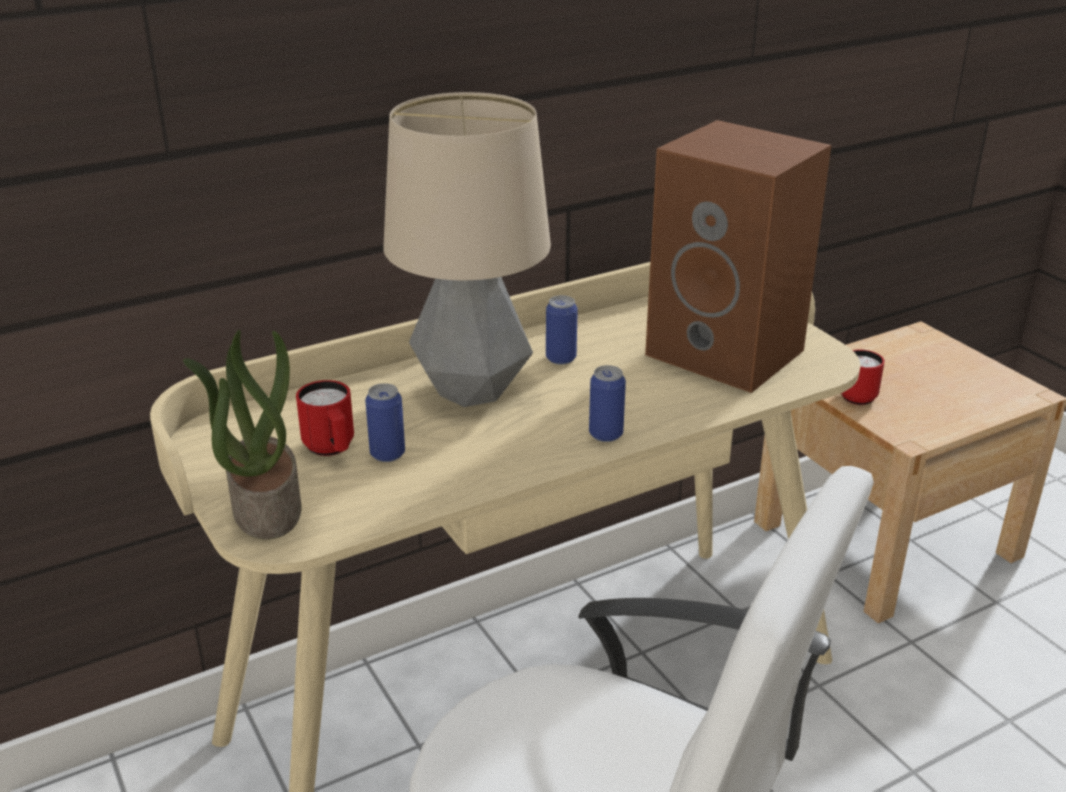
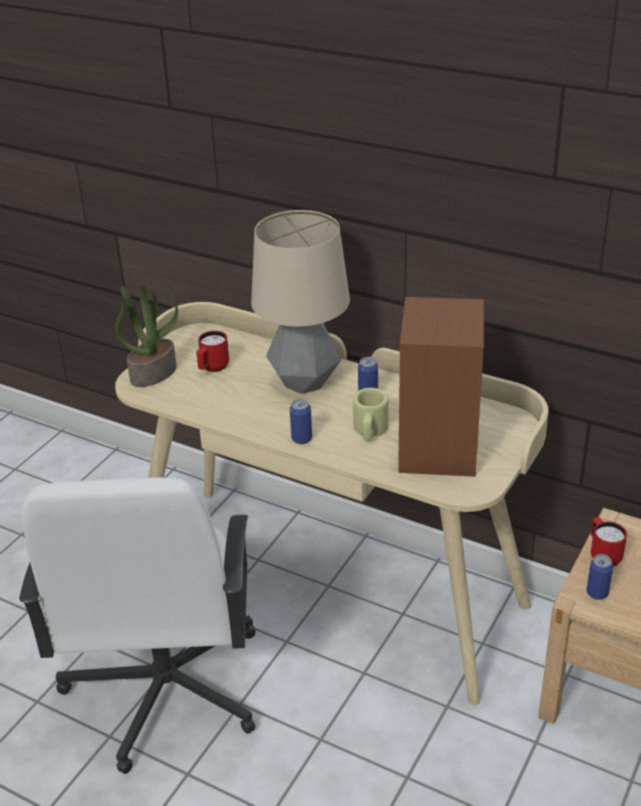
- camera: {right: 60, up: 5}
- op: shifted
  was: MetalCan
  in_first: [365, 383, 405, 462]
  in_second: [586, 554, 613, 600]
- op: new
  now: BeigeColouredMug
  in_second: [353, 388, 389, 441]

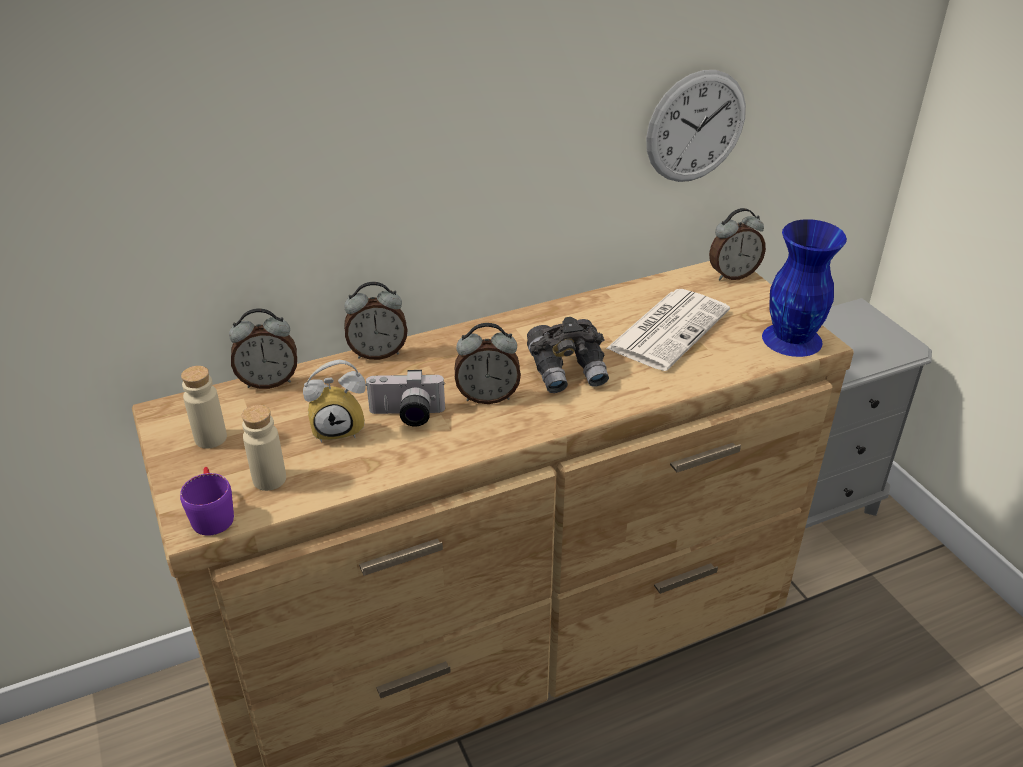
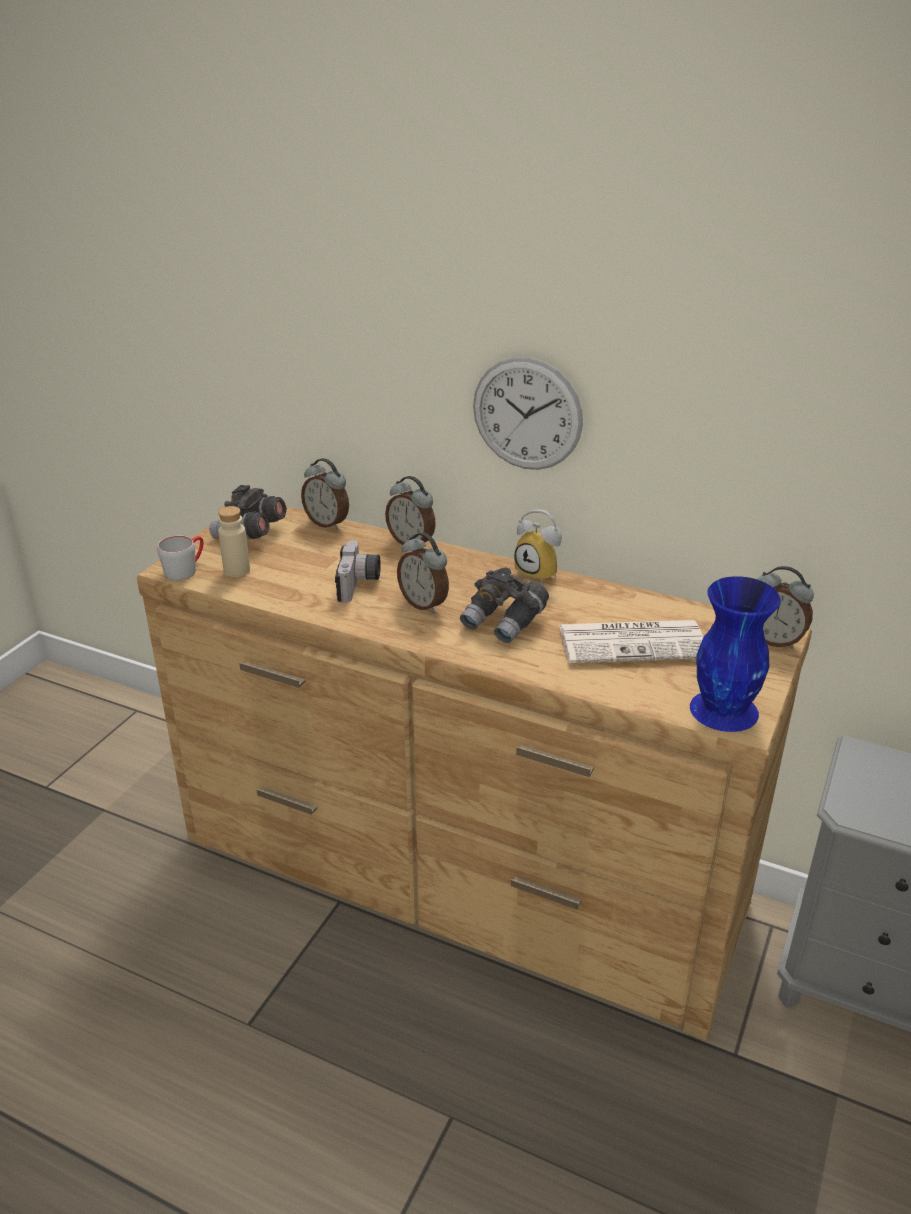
- camera: {right: 50, up: -5}
- op: shifted
  was: ClockOnTheWall
  in_first: [646, 70, 746, 182]
  in_second: [473, 357, 583, 470]
- op: shifted
  was: TableClock
  in_first: [303, 360, 366, 443]
  in_second: [514, 509, 562, 583]
- op: swapped
  was: BeigeColouredBottle
  now: GreyishFieldGlasses
  in_first: [181, 366, 227, 448]
  in_second: [209, 485, 287, 539]
- op: rotated
  was: PhotoCamera
  in_first: [366, 370, 445, 427]
  in_second: [335, 540, 381, 602]
  clockwise: -135
- op: repainted
  was: PurpleMug
  now: GreyishMug
  in_first: [180, 467, 234, 536]
  in_second: [157, 535, 203, 580]

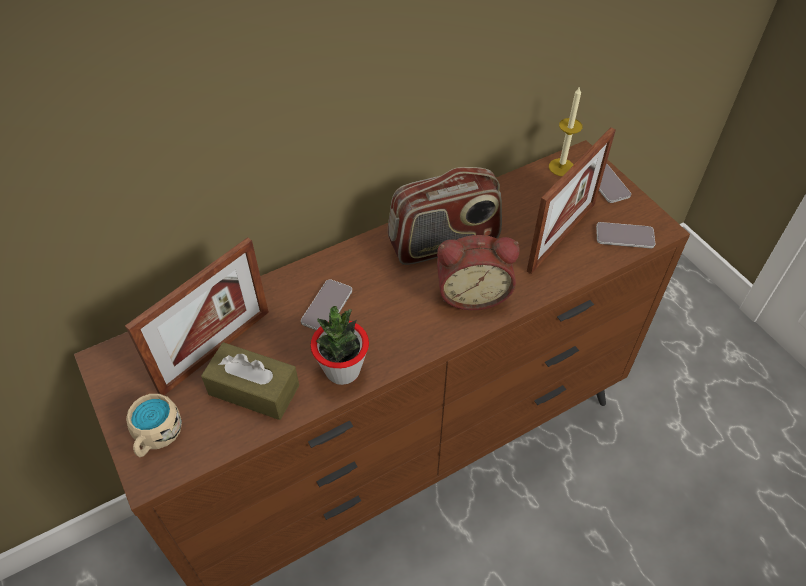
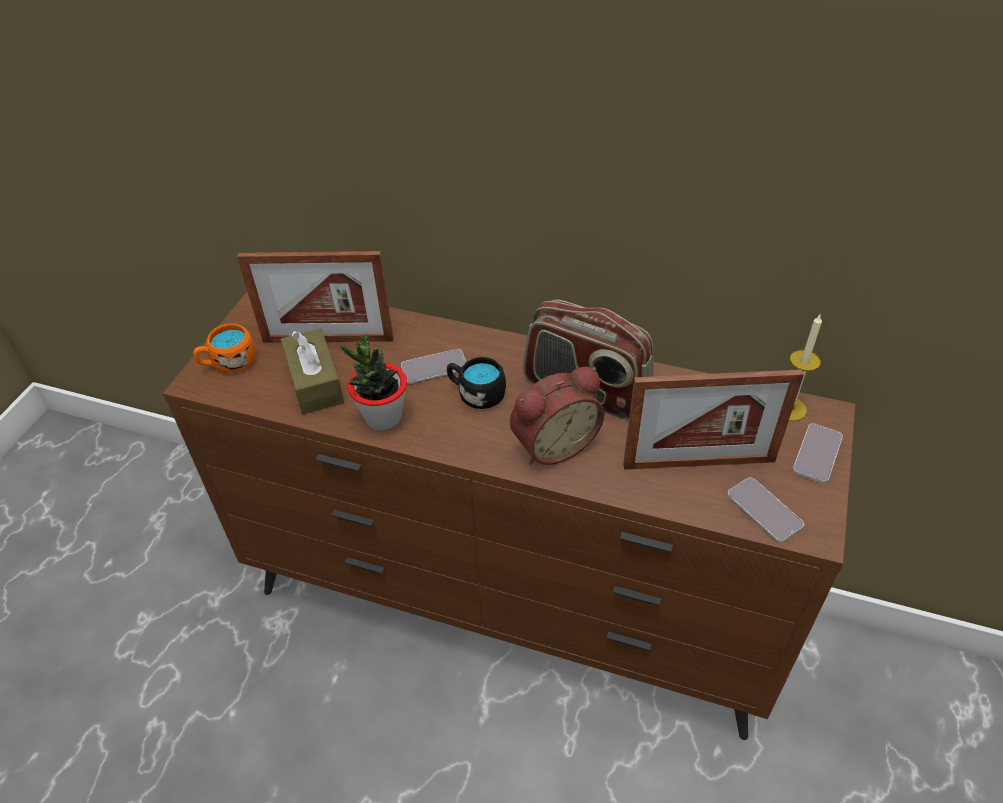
- camera: {right: 50, up: -5}
- op: rotated
  was: TableClock
  in_first: [437, 235, 519, 310]
  in_second: [510, 367, 604, 465]
  clockwise: -75
- op: repainted
  was: BeigeColouredMug
  now: OrangeMug
  in_first: [126, 394, 182, 457]
  in_second: [193, 324, 256, 373]
- op: new
  now: BlackishMug
  in_second: [447, 357, 506, 409]

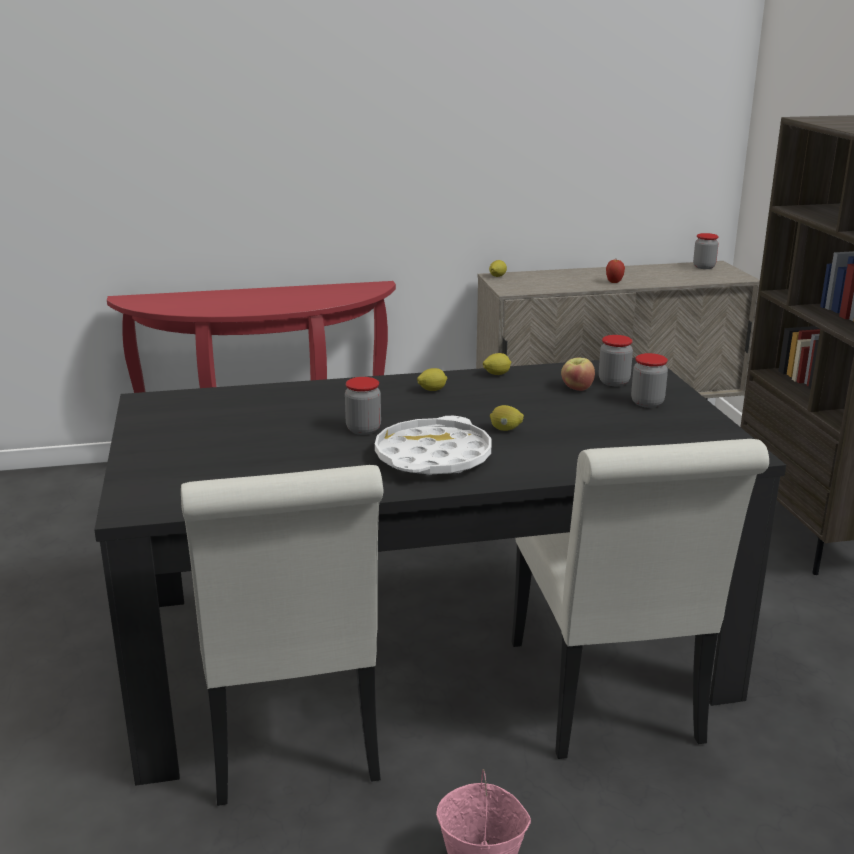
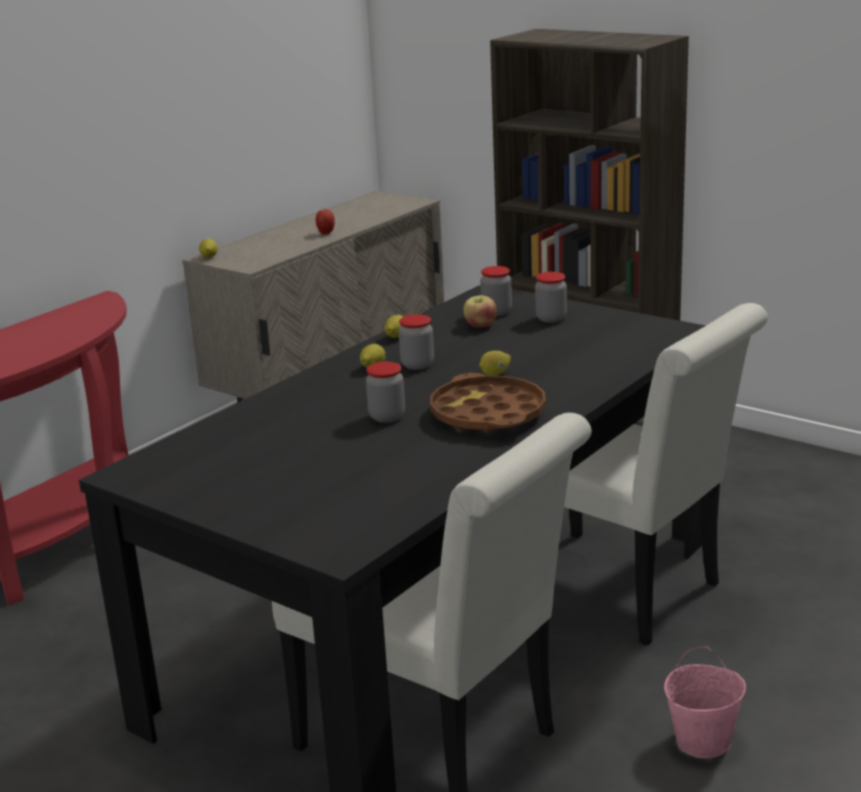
- camera: {right: -40, up: 0}
- op: shifted
  was: StorageJar
  in_first: [693, 233, 719, 269]
  in_second: [399, 314, 434, 370]
- op: repainted
  was: WhiteCarryingTray
  now: BrownishCarryingTray
  in_first: [375, 416, 491, 475]
  in_second: [430, 373, 546, 431]

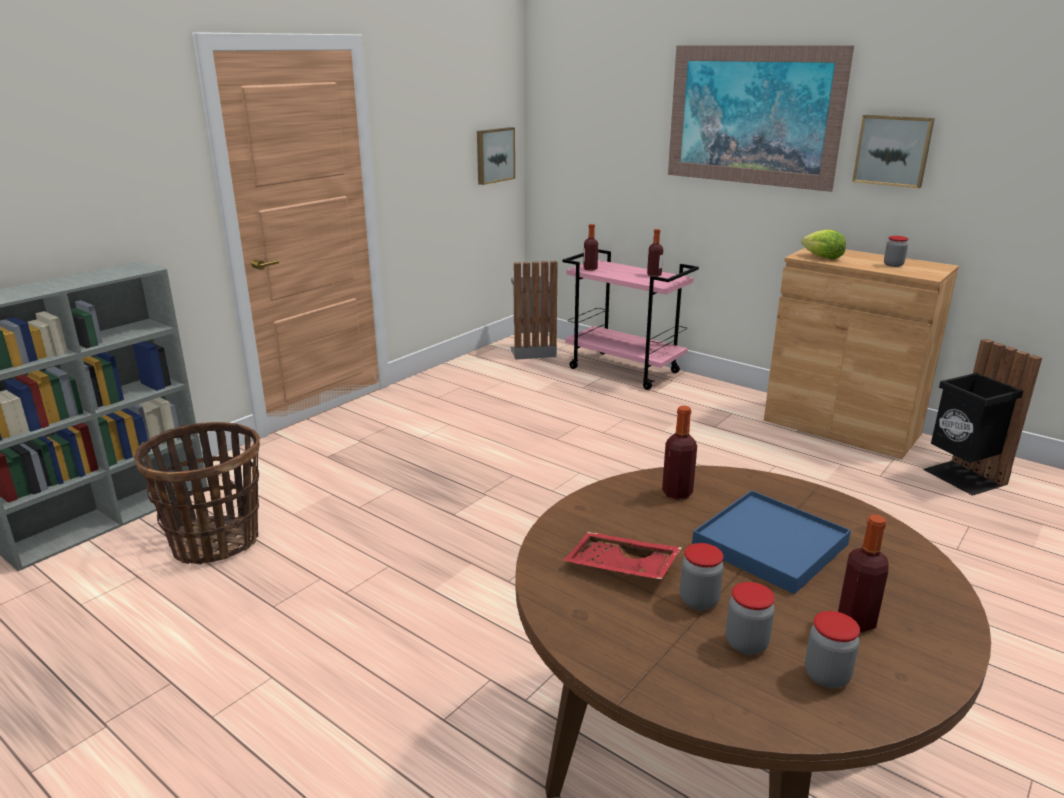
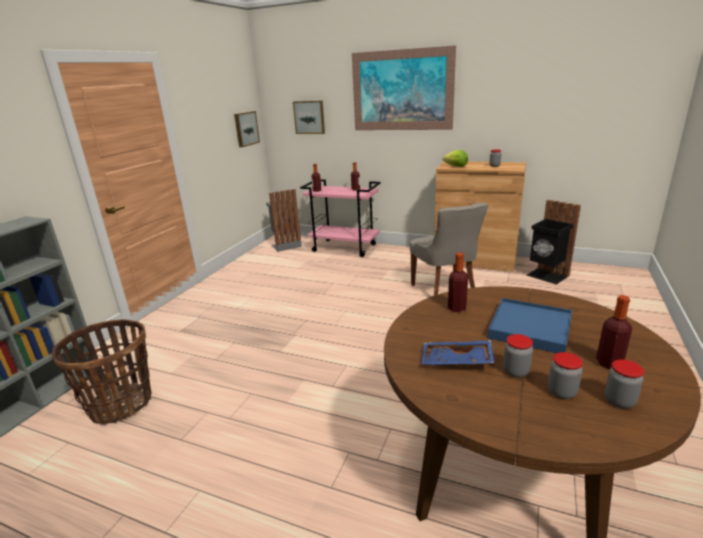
- camera: {right: -15, up: 0}
- op: shifted
  was: WallPicture
  in_first: [852, 115, 935, 188]
  in_second: [293, 100, 325, 134]
- op: repainted
  was: RedCarryingTray
  now: BlueColouredCarryingTray
  in_first: [563, 532, 682, 580]
  in_second: [421, 340, 494, 366]
- op: new
  now: GreyishPlainChair
  in_second: [410, 203, 489, 296]

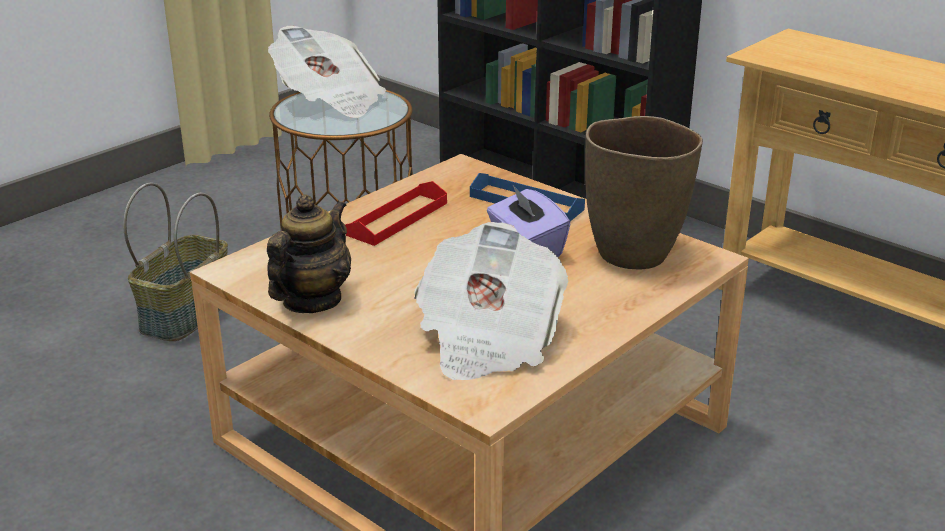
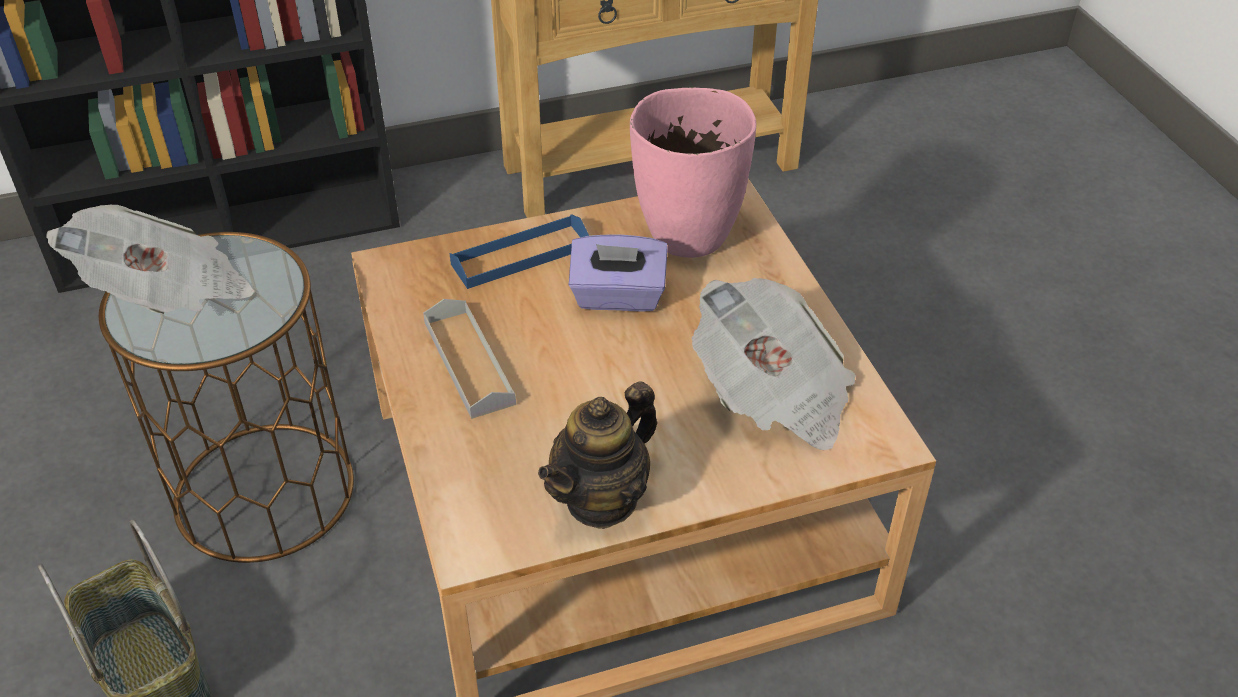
- camera: {right: -60, up: 15}
- op: repainted
  was: BrownishFlowerVase
  now: PinkColouredFlowerVase
  in_first: [585, 116, 703, 270]
  in_second: [630, 88, 756, 258]
- op: repainted
  was: RedCarryingTray
  now: GreyishCarryingTray
  in_first: [345, 181, 447, 246]
  in_second: [423, 299, 516, 419]
- op: rotated
  was: PotForTea
  in_first: [267, 194, 351, 313]
  in_second: [538, 381, 657, 529]
  clockwise: -105

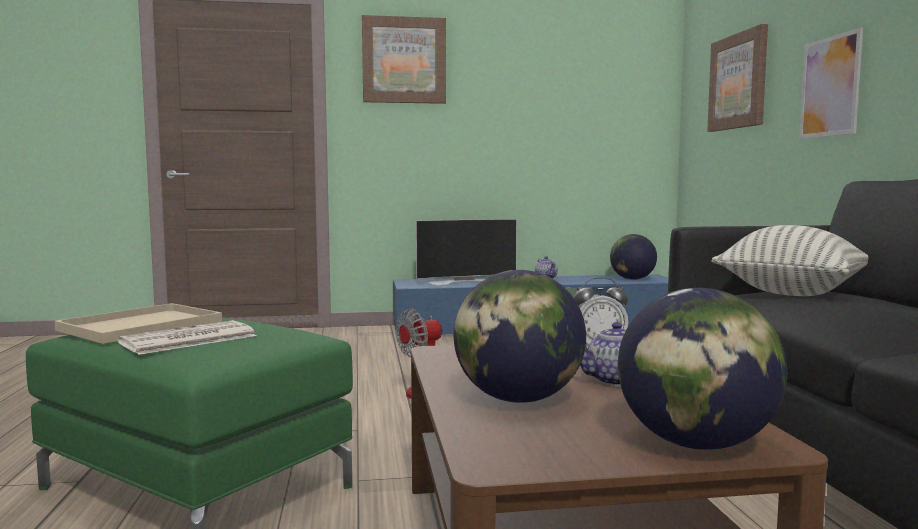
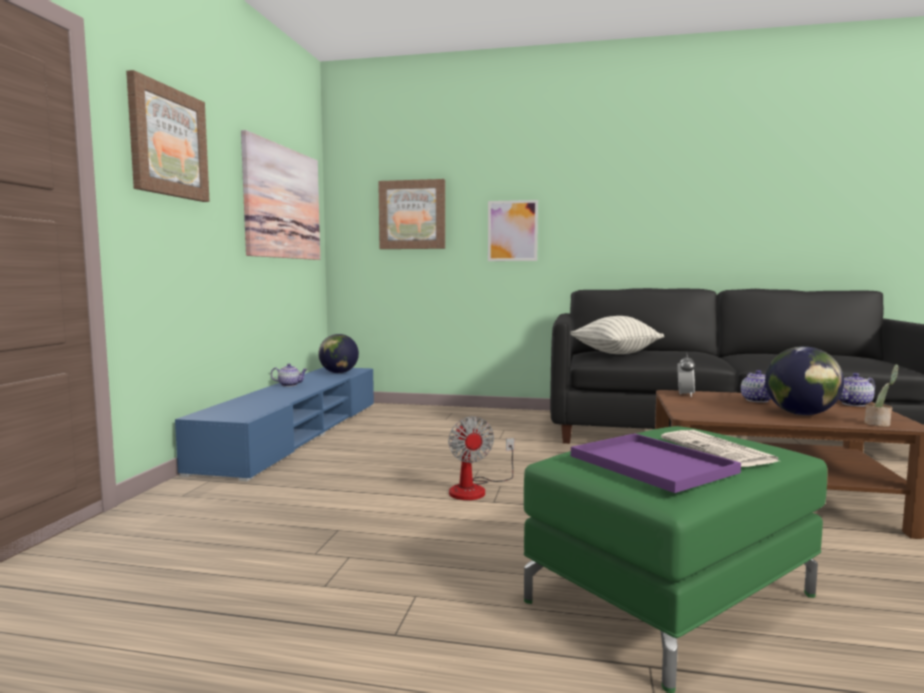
- camera: {right: -70, up: 0}
- op: gone
  was: Television
  in_first: [416, 219, 517, 285]
- op: swapped
  was: DeskGlobe
  now: PotForTea
  in_first: [618, 288, 787, 450]
  in_second: [839, 373, 875, 407]
- op: repainted
  was: BeigeColouredCarryingTray
  now: PurpleCarryingTray
  in_first: [55, 303, 222, 344]
  in_second: [571, 433, 741, 493]
- op: new
  now: WallPicture
  in_second: [241, 130, 320, 260]
- op: new
  now: Houseplant
  in_second: [864, 364, 899, 427]

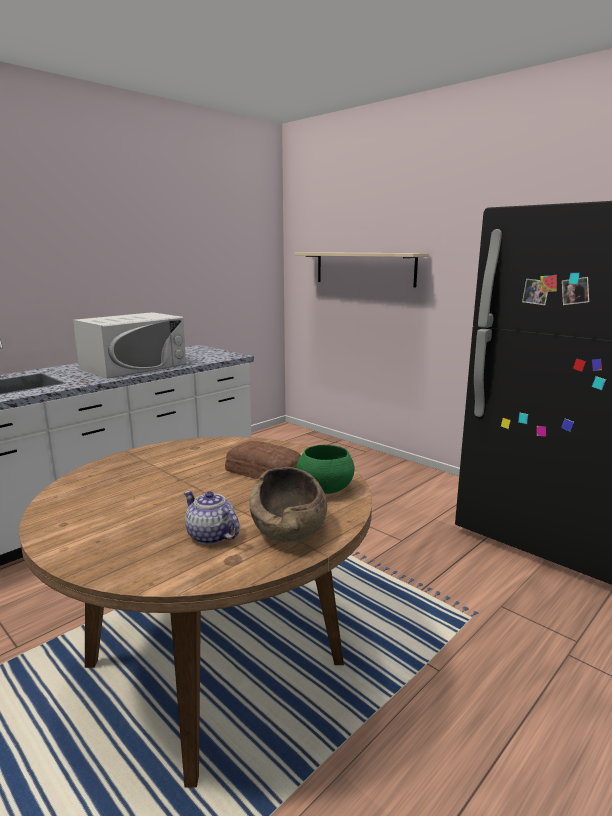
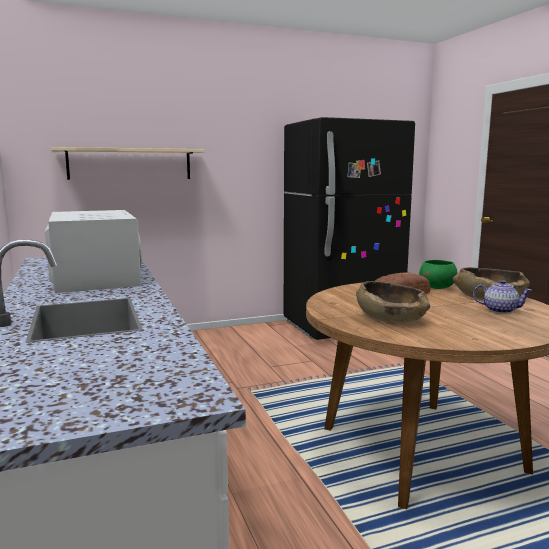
- camera: {right: -65, up: -5}
- op: rotated
  was: PotForTea
  in_first: [184, 491, 240, 545]
  in_second: [473, 280, 532, 314]
  clockwise: -135
- op: new
  now: BrownishDeepDish
  in_second: [356, 281, 430, 323]

